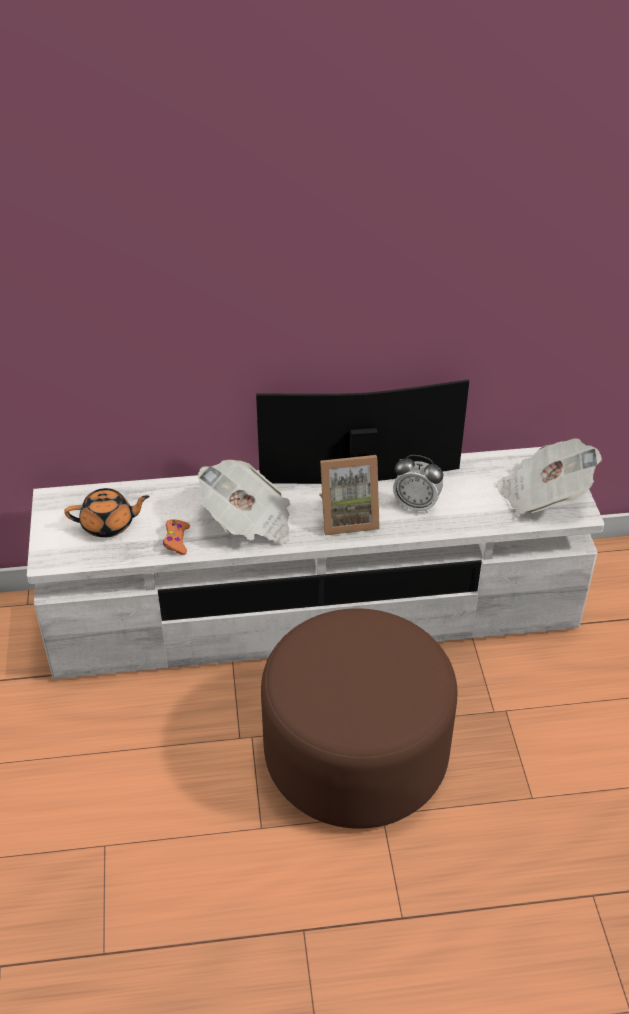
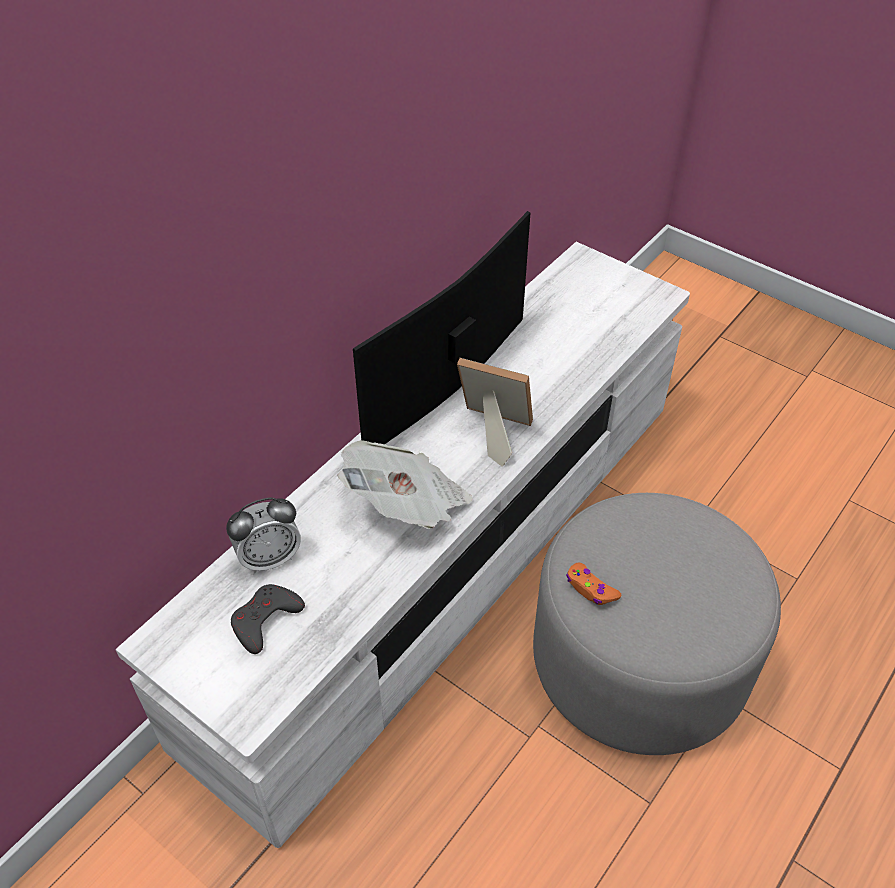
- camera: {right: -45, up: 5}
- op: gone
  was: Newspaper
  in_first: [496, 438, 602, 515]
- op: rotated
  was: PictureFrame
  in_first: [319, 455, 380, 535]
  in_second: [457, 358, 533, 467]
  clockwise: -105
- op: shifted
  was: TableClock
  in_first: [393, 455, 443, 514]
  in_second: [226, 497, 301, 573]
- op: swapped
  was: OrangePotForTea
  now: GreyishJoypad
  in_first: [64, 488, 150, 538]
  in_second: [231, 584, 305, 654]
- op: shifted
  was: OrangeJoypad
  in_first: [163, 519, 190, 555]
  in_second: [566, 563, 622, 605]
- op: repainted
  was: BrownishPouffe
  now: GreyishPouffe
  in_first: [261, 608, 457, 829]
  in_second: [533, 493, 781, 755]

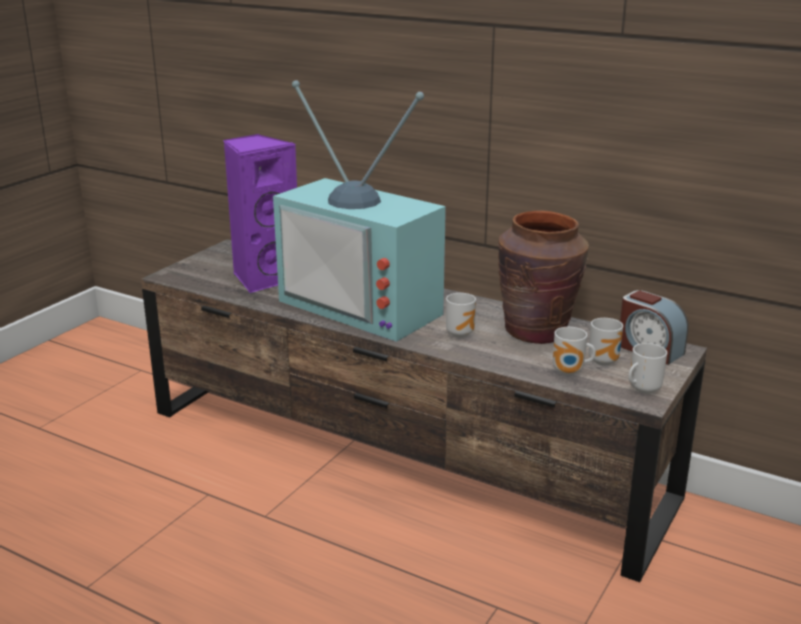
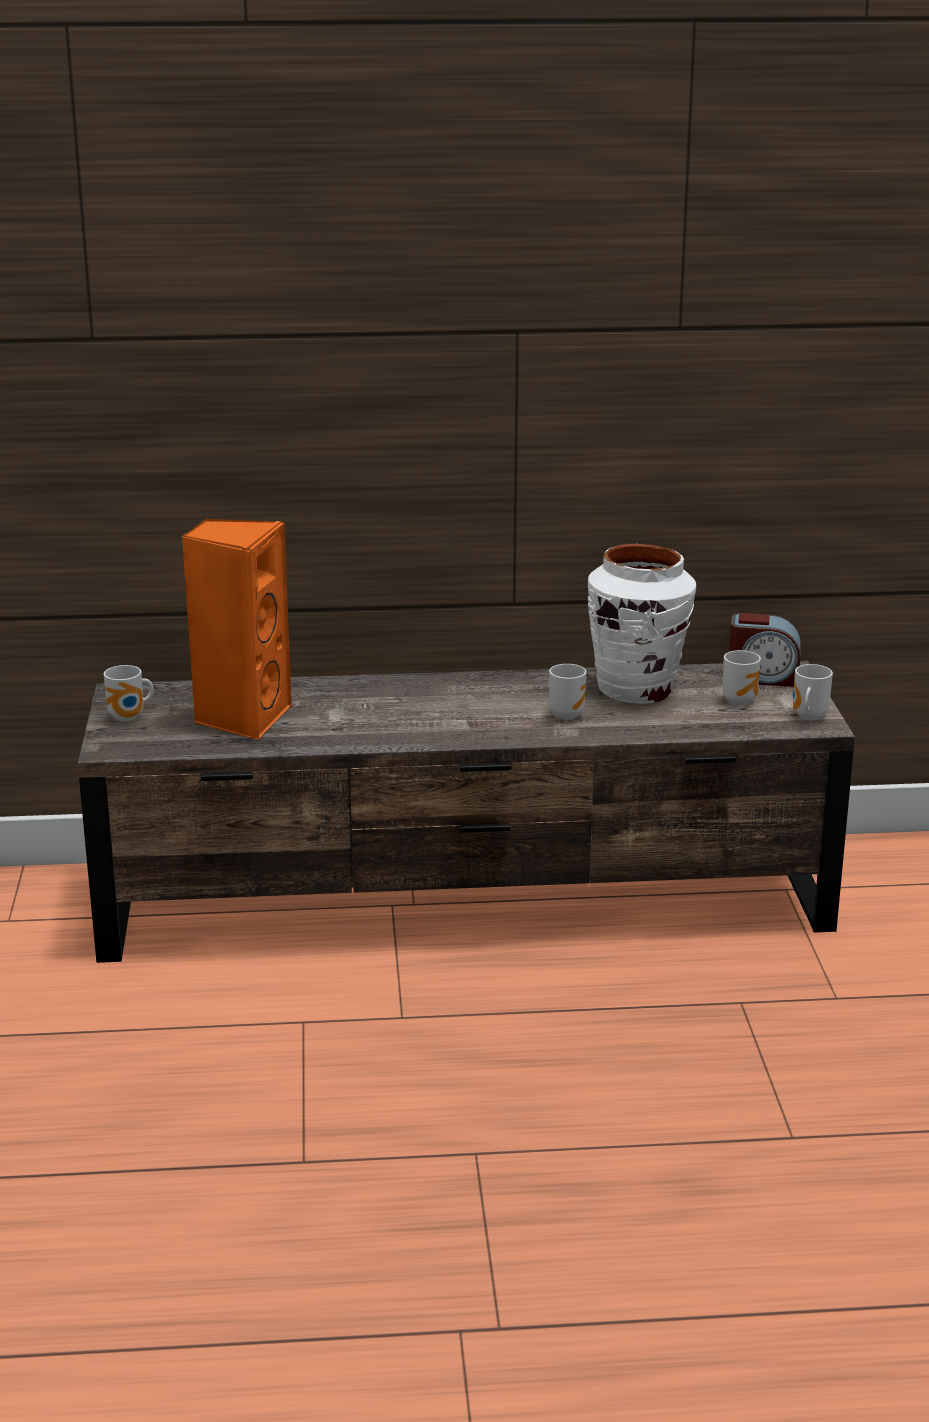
- camera: {right: -35, up: 0}
- op: gone
  was: Television
  in_first: [273, 80, 446, 342]
- op: repainted
  was: PurpleAudioSpeaker
  now: OrangeAudioSpeaker
  in_first: [223, 134, 297, 293]
  in_second: [182, 518, 292, 740]
- op: repainted
  was: BrownishFlowerVase
  now: WhiteFlowerVase
  in_first: [498, 211, 589, 344]
  in_second: [588, 544, 696, 704]
- op: shifted
  was: Mug
  in_first: [553, 327, 596, 376]
  in_second: [104, 665, 154, 721]

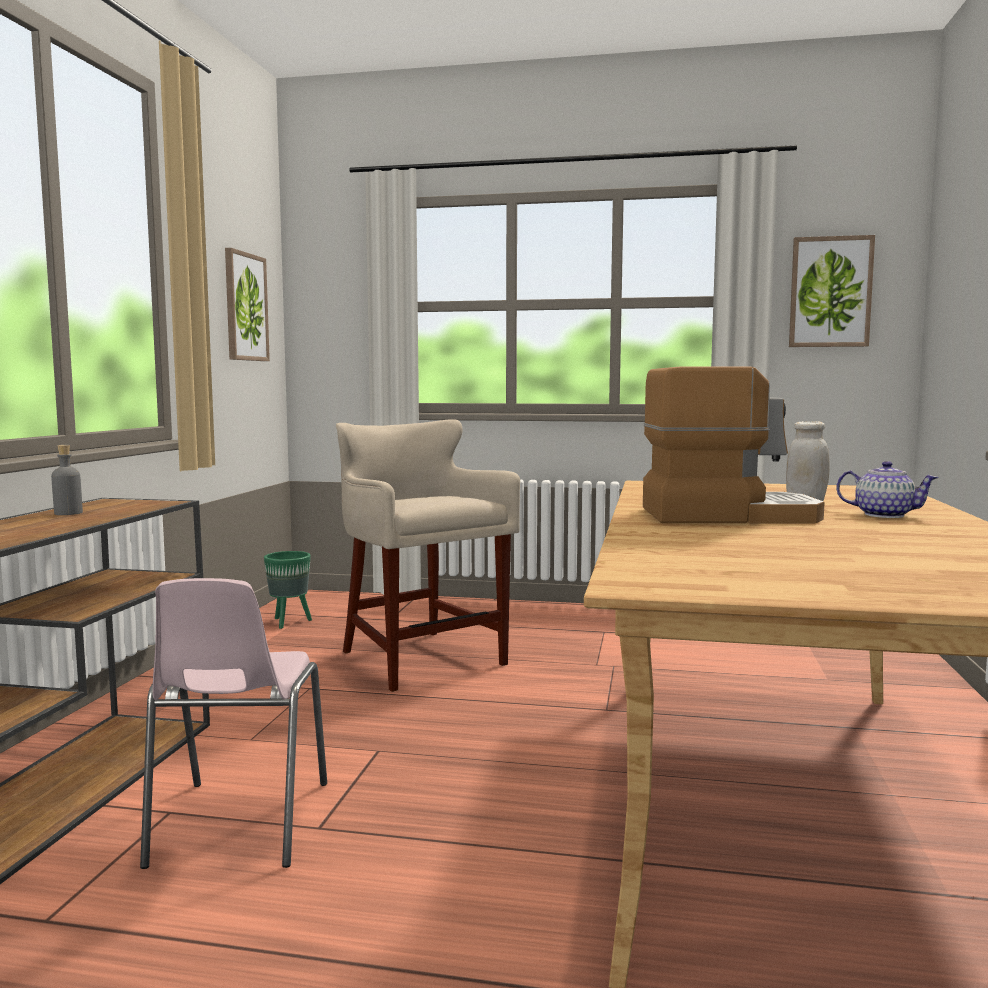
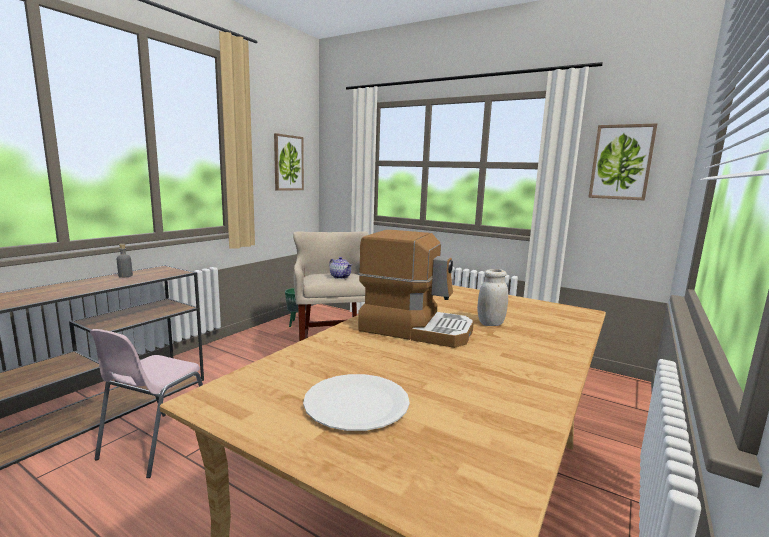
- camera: {right: 20, up: 5}
- op: shifted
  was: PotForTea
  in_first: [836, 461, 939, 518]
  in_second: [329, 257, 352, 279]
- op: new
  now: WhiteFlatDish
  in_second: [303, 374, 410, 431]

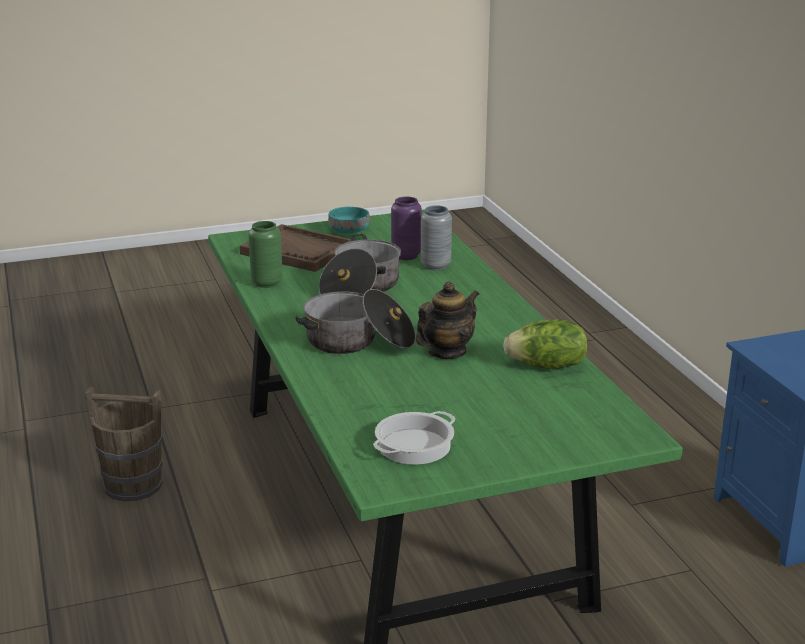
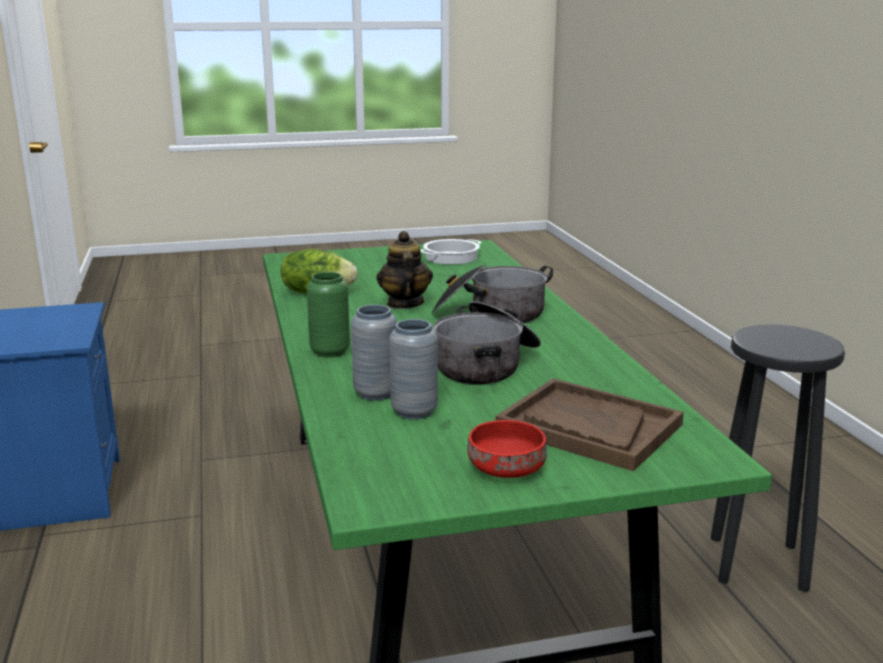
- camera: {right: -175, up: -5}
- op: repainted
  was: PurpleFlowerVase
  now: GreyishFlowerVase
  in_first: [391, 197, 422, 260]
  in_second: [389, 319, 438, 419]
- op: repainted
  was: BlueGreenDeepDish
  now: RedDeepDish
  in_first: [328, 207, 370, 234]
  in_second: [468, 420, 547, 478]
- op: shifted
  was: GreenColouredFlowerVase
  in_first: [248, 221, 283, 288]
  in_second: [307, 272, 350, 358]
- op: rotated
  was: PotForTea
  in_first: [416, 282, 479, 359]
  in_second: [377, 231, 433, 309]
  clockwise: 120
- op: swapped
  was: BrownishWaterBucket
  now: BlackishStoolSeat
  in_first: [85, 387, 163, 501]
  in_second: [711, 324, 845, 592]

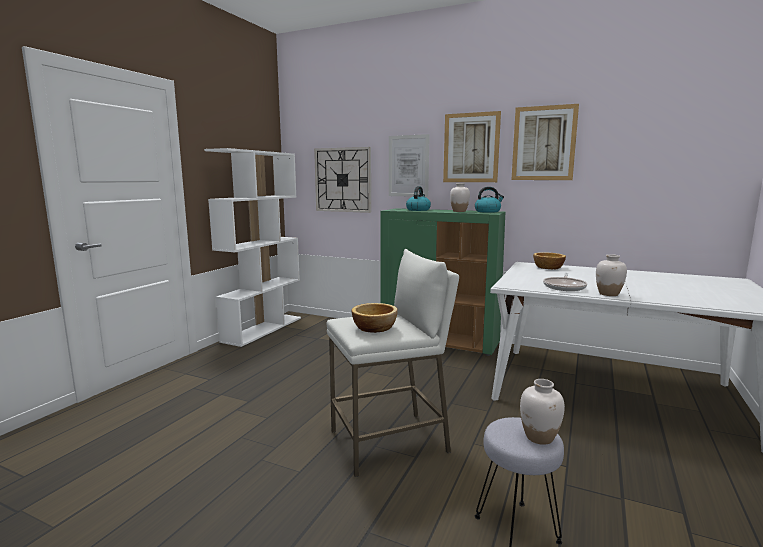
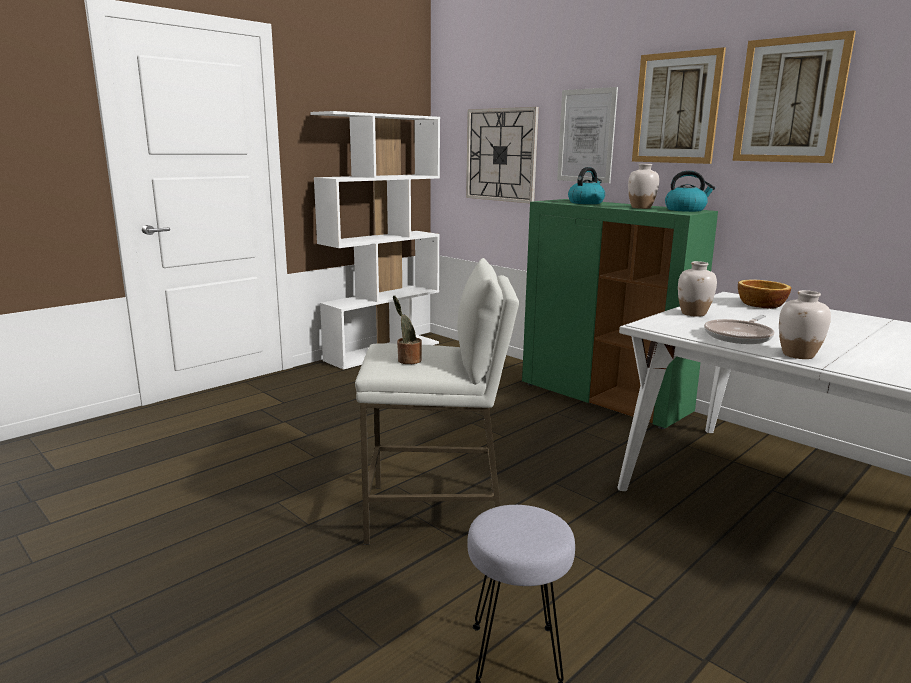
- camera: {right: 20, up: 5}
- op: swapped
  was: DeepDish
  now: Houseplant
  in_first: [352, 303, 398, 333]
  in_second: [393, 295, 422, 364]
- op: shifted
  was: WhiteFlowerVase
  in_first: [520, 379, 565, 445]
  in_second: [678, 261, 717, 317]

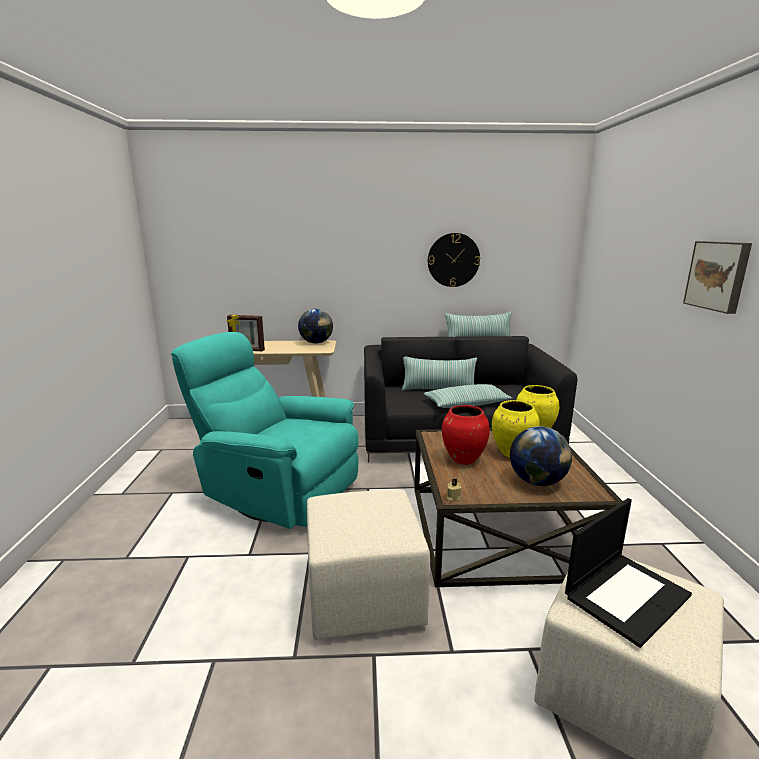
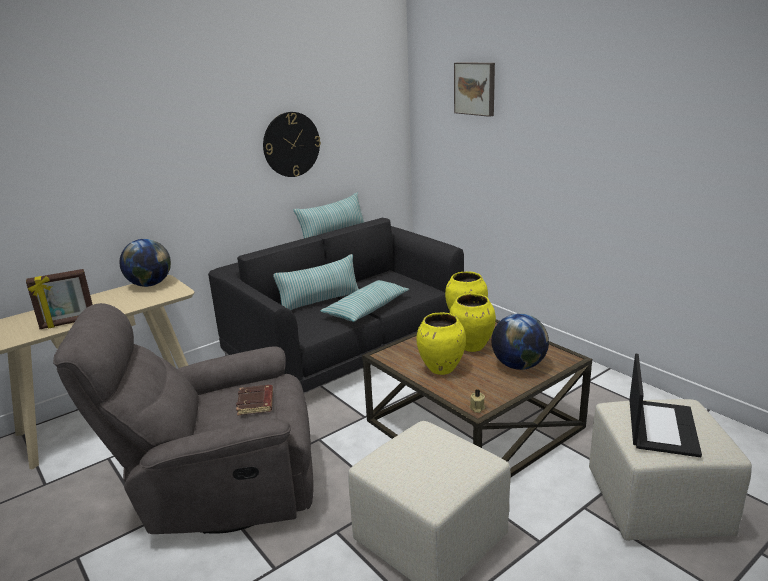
- camera: {right: -35, up: 5}
- op: shifted
  was: WallPicture
  in_first: [683, 241, 752, 314]
  in_second: [454, 62, 495, 117]
- op: repainted
  was: BlueGreenLoungeChair
  now: GreyishLoungeChair
  in_first: [171, 332, 359, 529]
  in_second: [53, 303, 314, 534]
- op: repainted
  was: RedFlowerVase
  now: YellowFlowerVase
  in_first: [442, 405, 490, 465]
  in_second: [416, 312, 466, 375]
- op: new
  now: BrownishBook
  in_second: [236, 385, 273, 416]

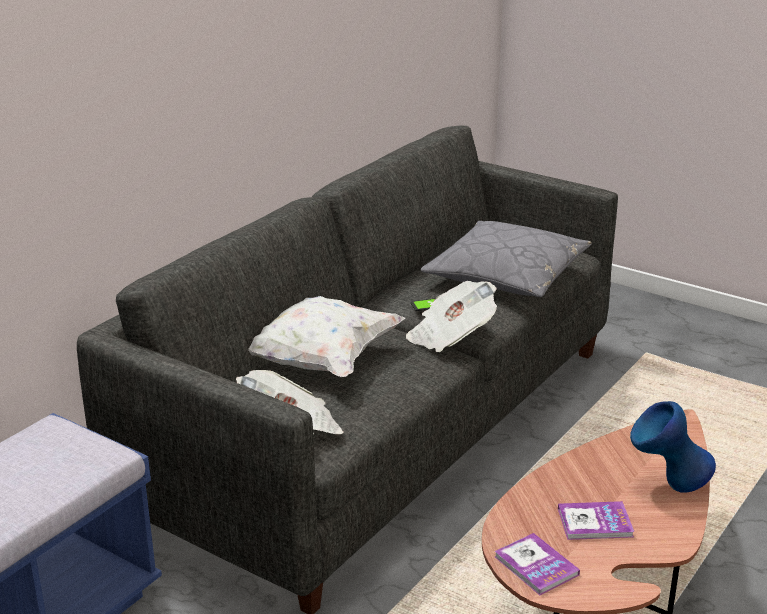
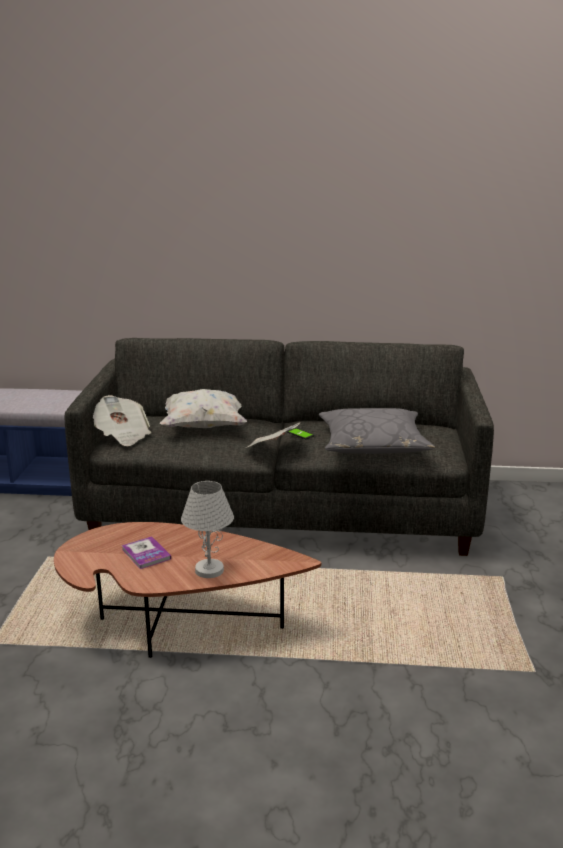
- camera: {right: 60, up: -5}
- op: swapped
  was: BlueColouredFlowerVase
  now: WhiteTableLamp
  in_first: [630, 401, 716, 493]
  in_second: [181, 481, 234, 578]
- op: gone
  was: Book
  in_first: [495, 533, 580, 595]

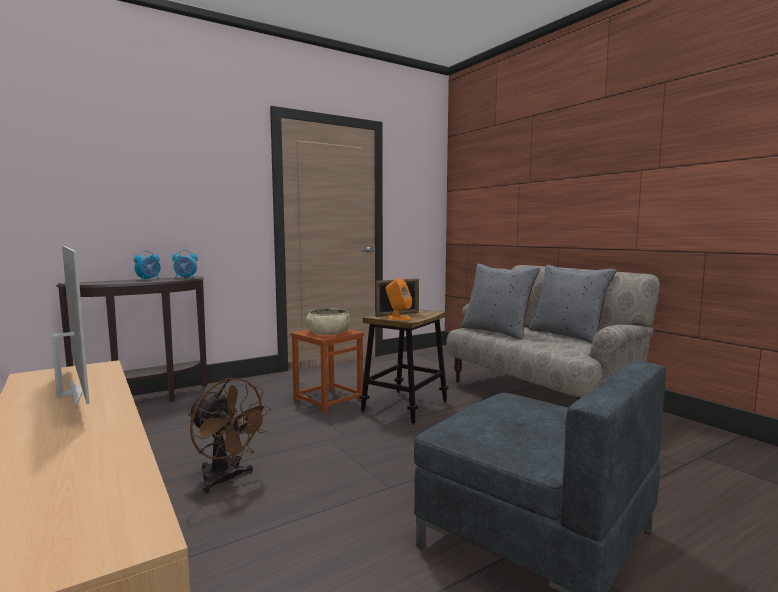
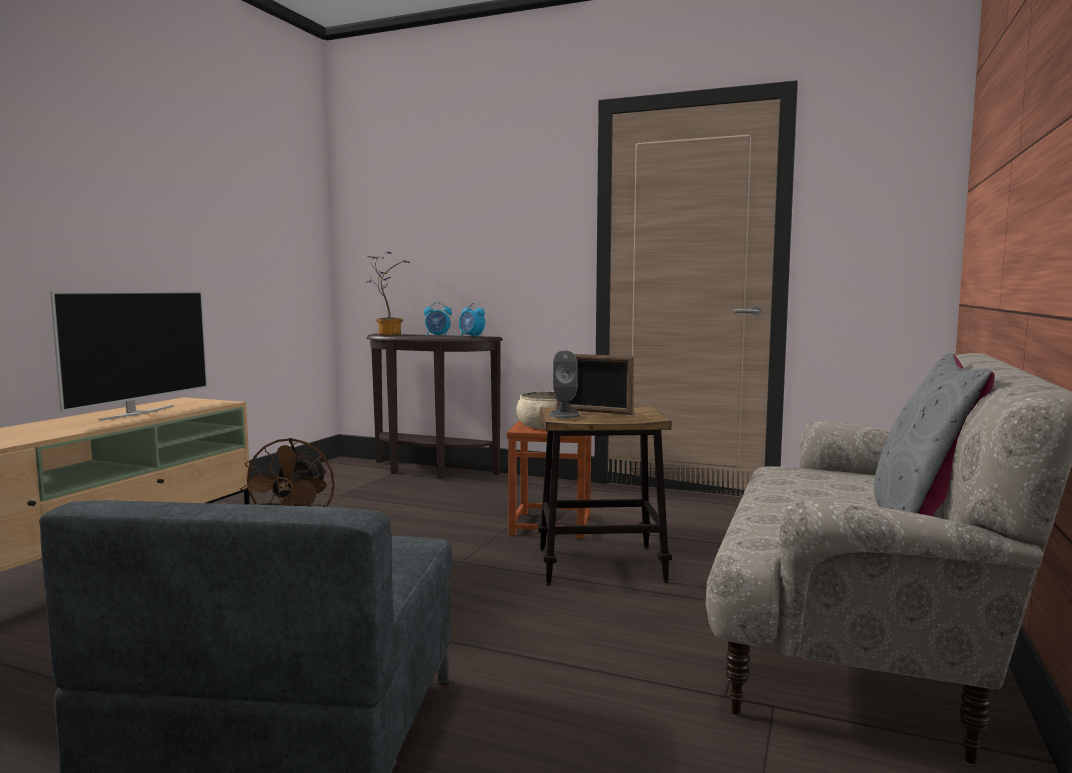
- camera: {right: 55, up: 0}
- op: gone
  was: GreyishPillow
  in_first: [461, 264, 540, 340]
- op: repainted
  was: OrangeAudioSpeaker
  now: GreyishAudioSpeaker
  in_first: [386, 278, 412, 321]
  in_second: [550, 351, 579, 419]
- op: new
  now: Houseplant
  in_second: [365, 252, 410, 335]

